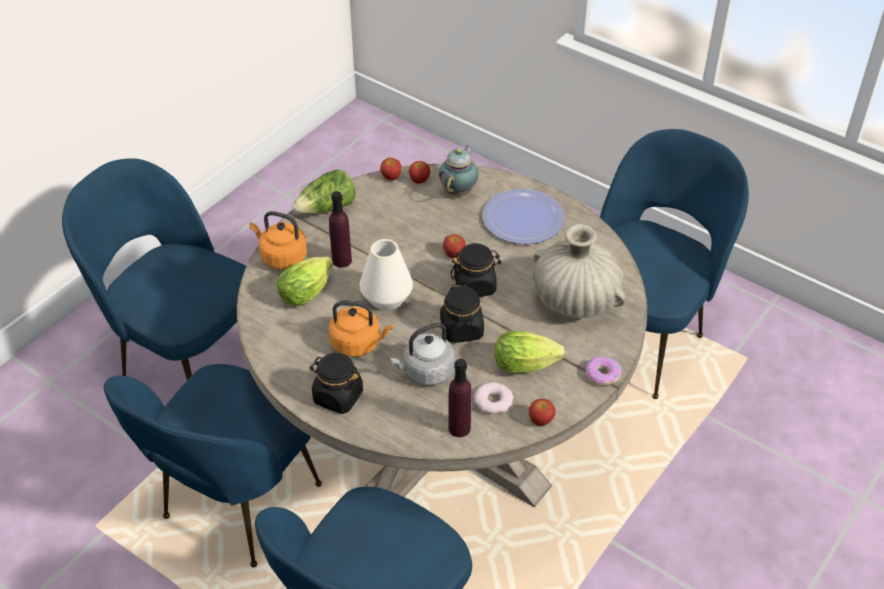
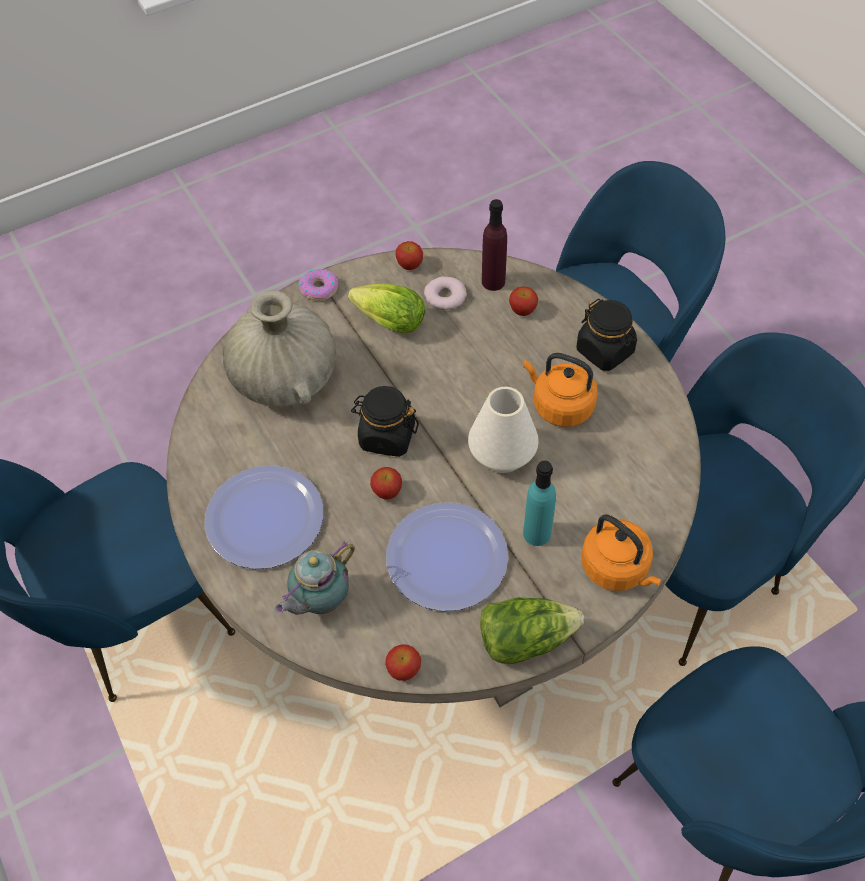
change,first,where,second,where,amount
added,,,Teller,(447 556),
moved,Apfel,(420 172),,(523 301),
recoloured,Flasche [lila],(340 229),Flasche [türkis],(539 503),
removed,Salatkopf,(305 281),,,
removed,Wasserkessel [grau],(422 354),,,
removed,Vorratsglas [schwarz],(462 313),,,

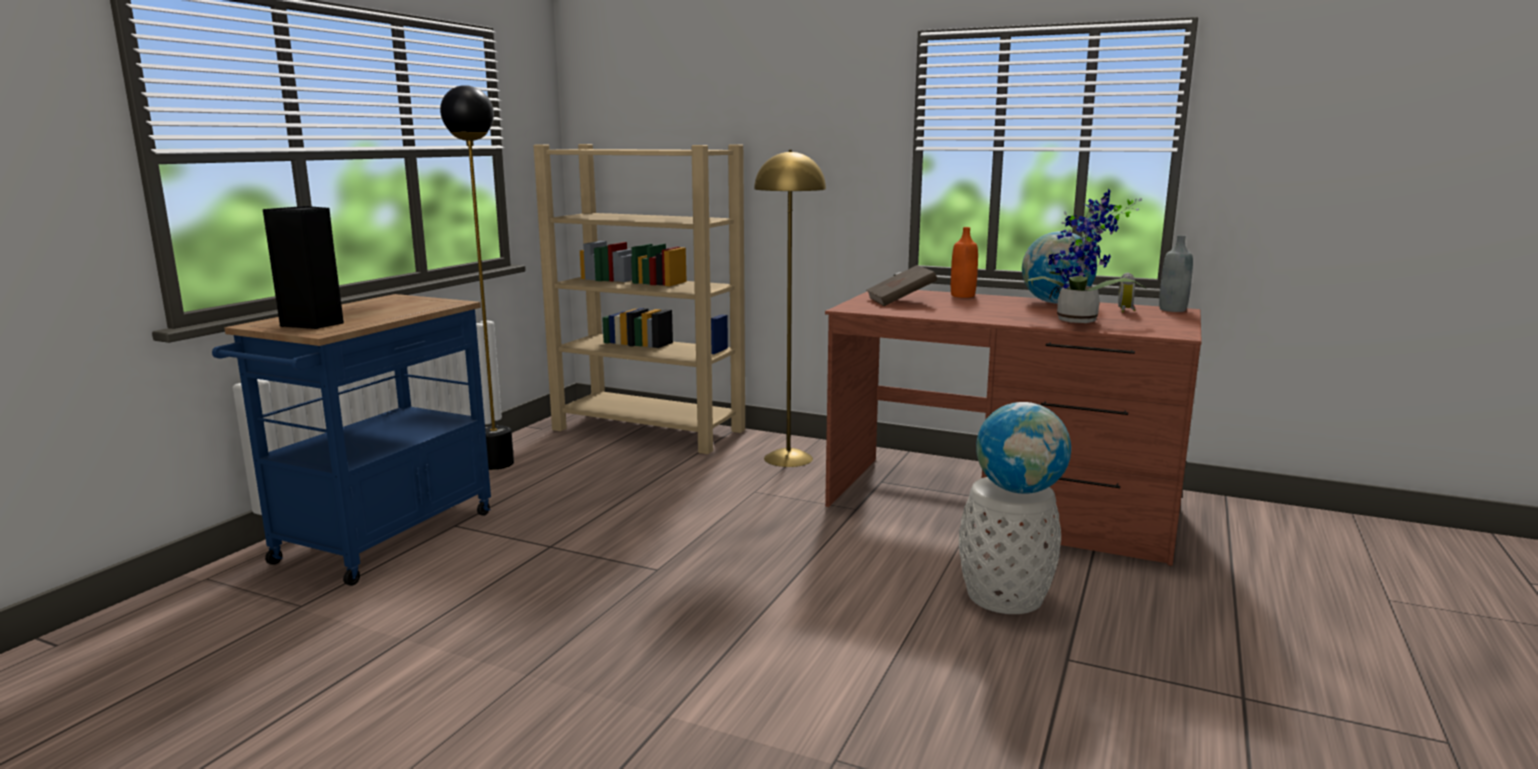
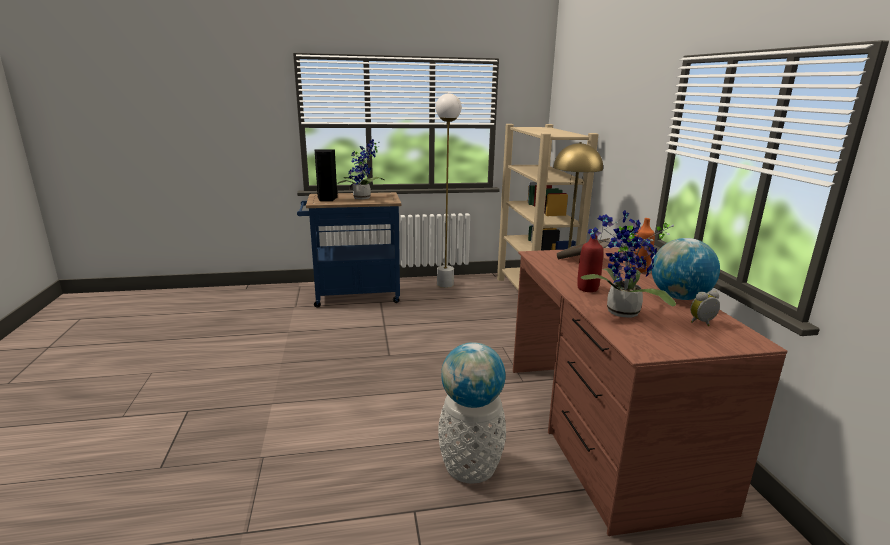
change,first,where,second,where,amount
added,,,Topfpflanze,(360 169),
recoloured,Stehlampe [schwarz],(477 277),Stehlampe [weiß],(449 190),
added,,,Flasche [rot],(590 263),
removed,Flasche [grau],(1176 273),,,

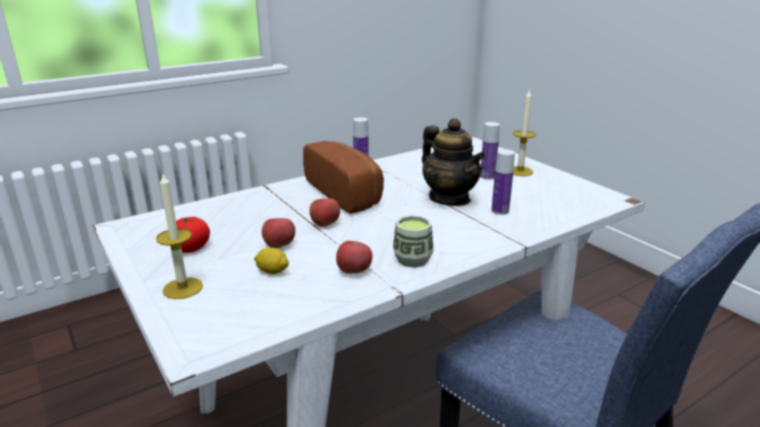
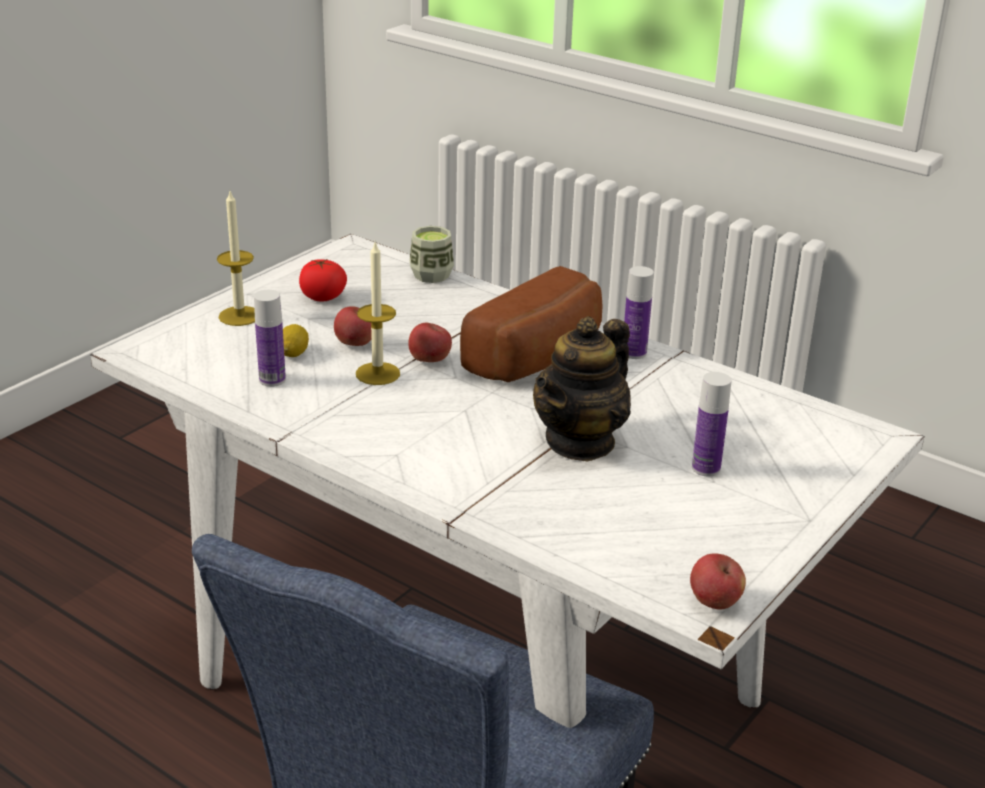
change,first,where,second,where,amount
moved,Flasche,(503 182),,(270 338),
moved,Kerze,(524 132),,(378 313),
moved,Tasse,(413 241),,(432 254),
moved,Apfel,(354 257),,(718 581),

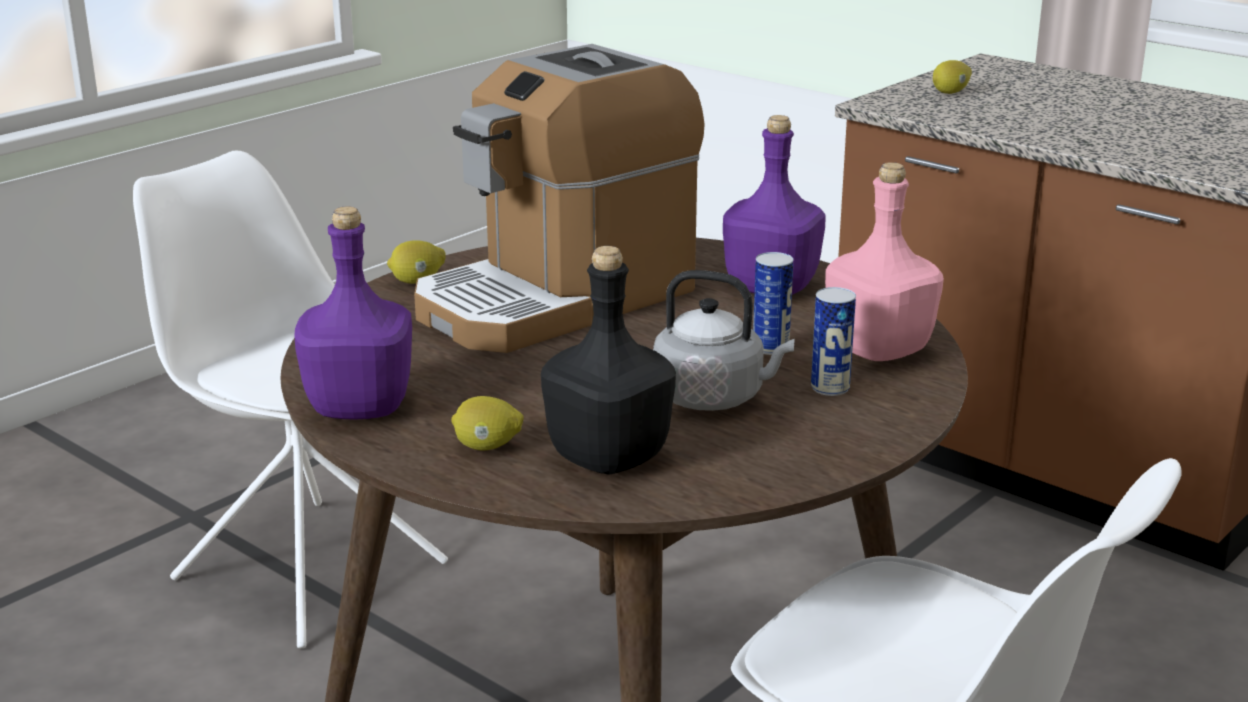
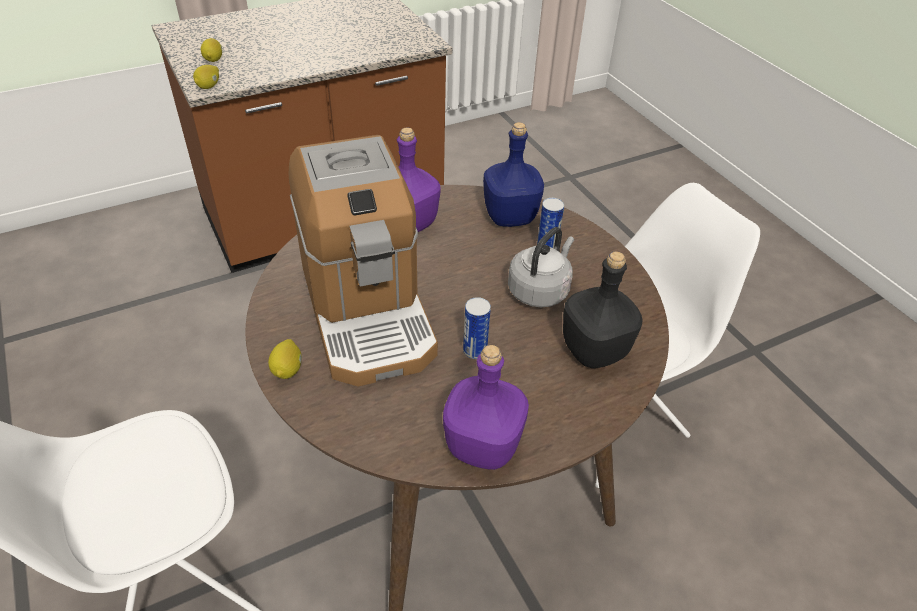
change,first,where,second,where,amount
moved,Zitrone,(487 423),,(206 77),
moved,Dose,(773 303),,(477 328),
recoloured,Flasche [rosa],(884 261),Flasche [blau],(513 174),

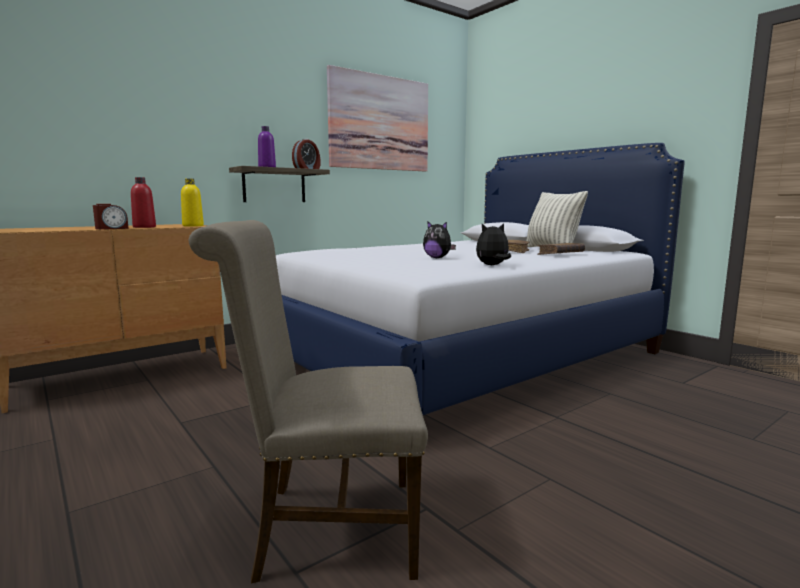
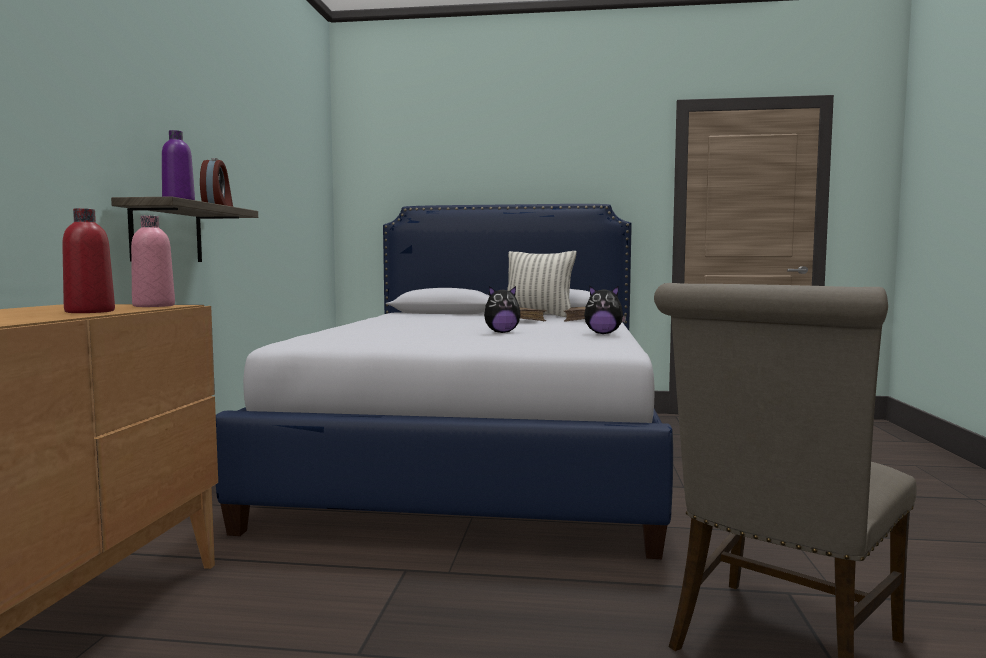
change,first,where,second,where,amount
recoloured,Flasche [gelb],(192 202),Flasche [rosa],(153 261),
turned,Plüschtier,(493 244),,(605 310),105 degrees counterclockwise
removed,Wecker,(111 217),,,
removed,Bild,(377 118),,,

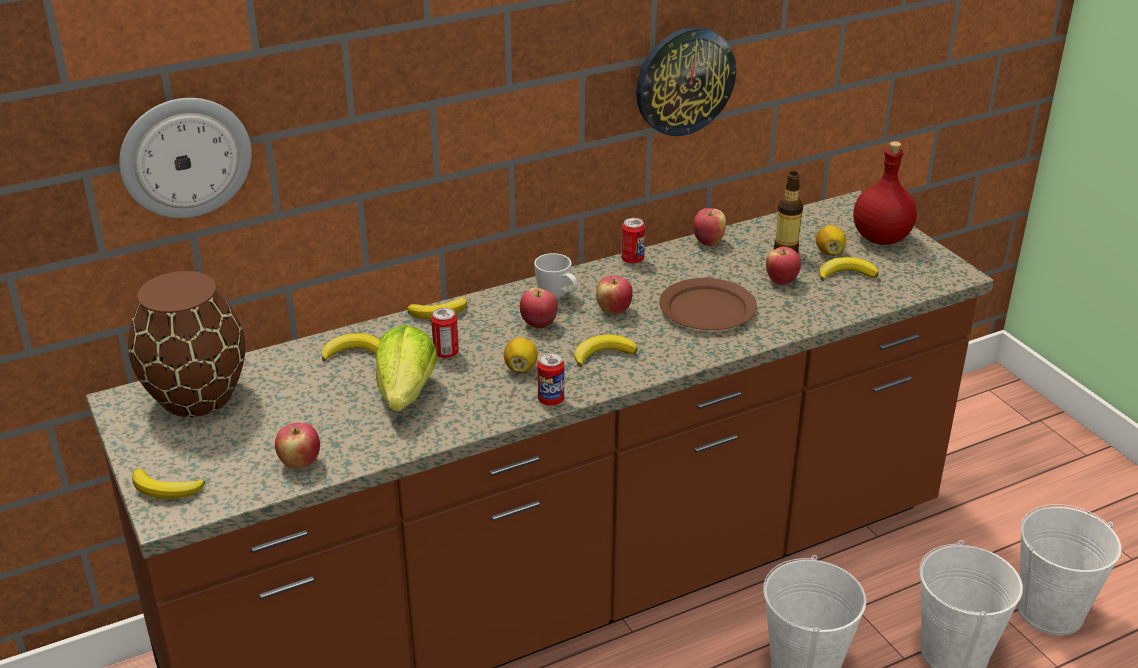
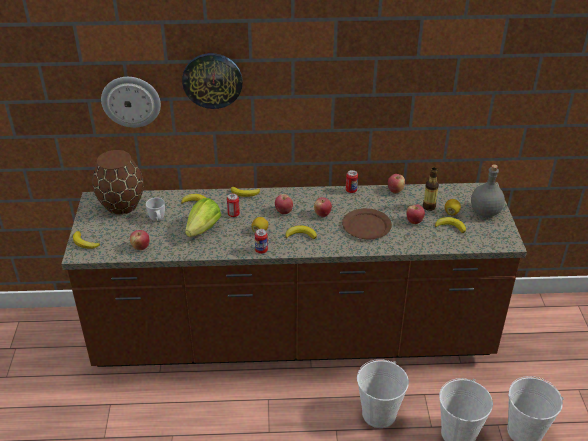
change,first,where,second,where,amount
moved,Henkelbecher [weiß],(556 276),,(155 209),
moved,Wanduhr,(686 81),,(212 81),
recoloured,Flasche [rot],(885 193),Flasche [grau],(488 190),

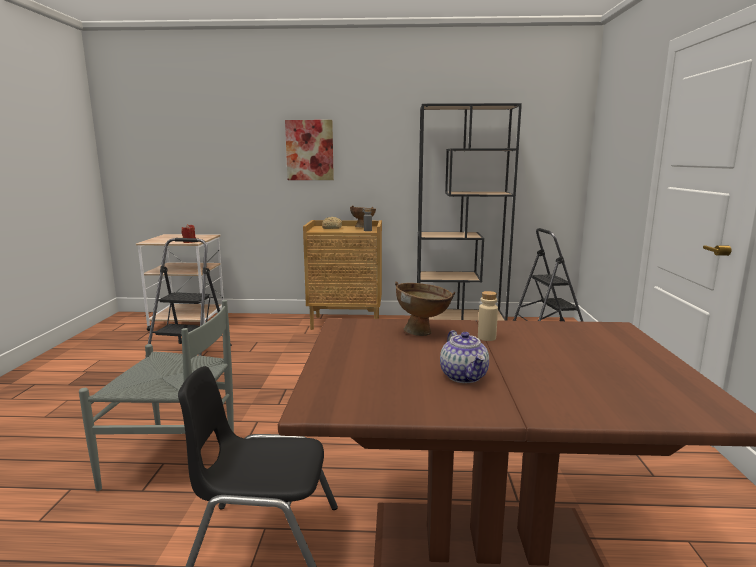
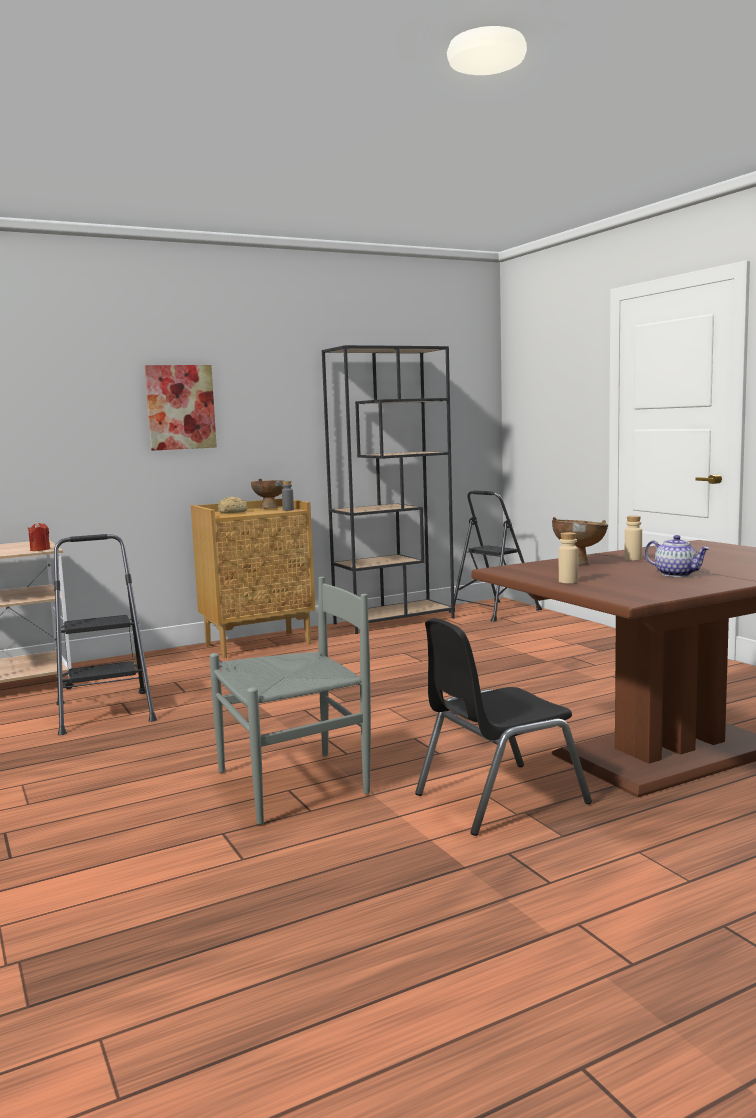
change,first,where,second,where,amount
added,,,Flasche [beige],(568 557),

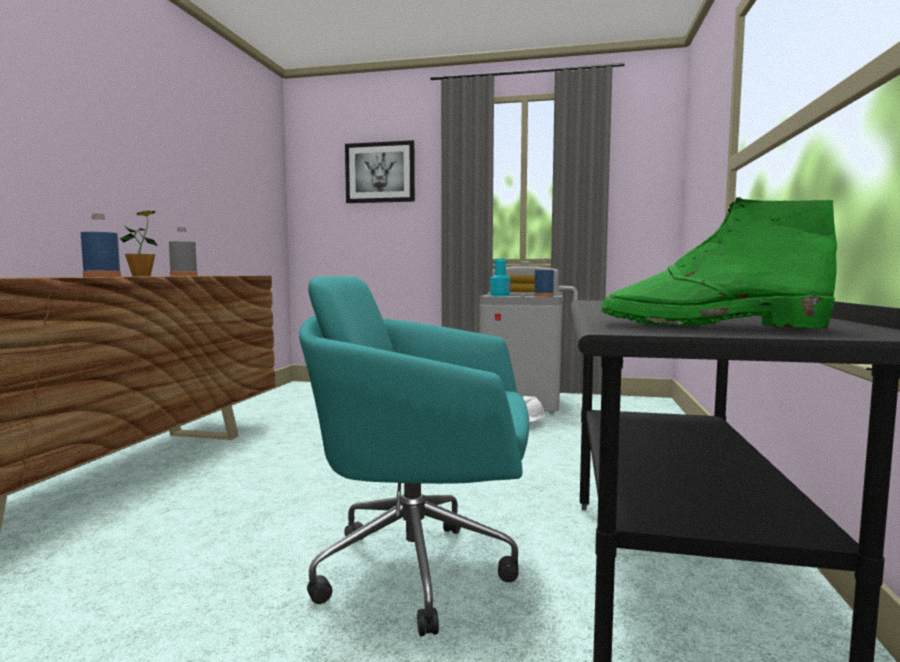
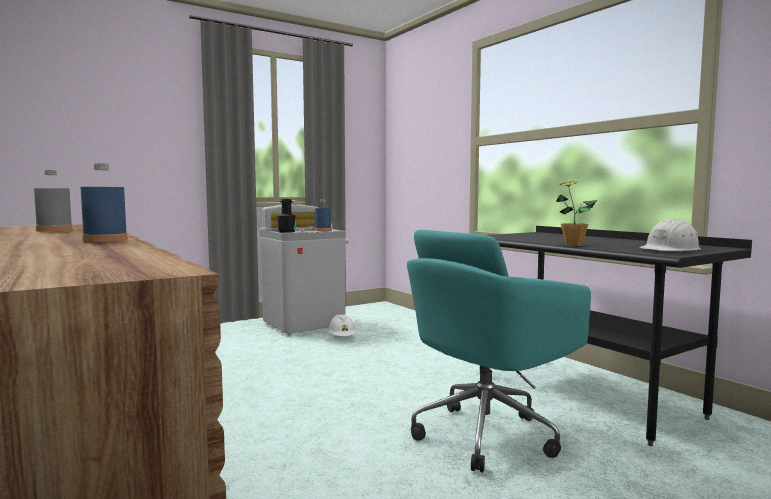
change,first,where,second,where,amount
recoloured,Flasche [türkis],(500 277),Flasche [schwarz],(287 216),
moved,Topfpflanze,(139 243),,(576 213),
replaced,Stiefel [grün],(719 263),Schutzhelm [weiß],(670 235),
removed,Bild,(380 171),,,

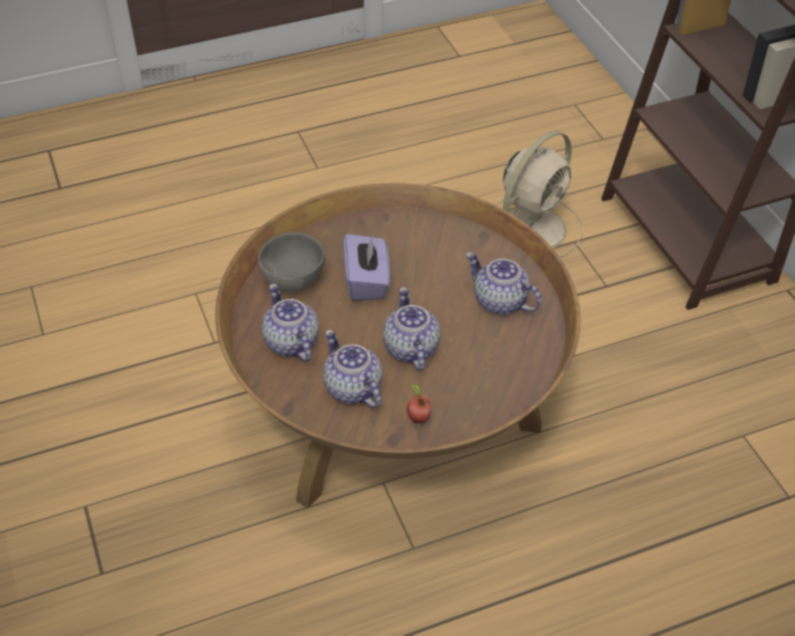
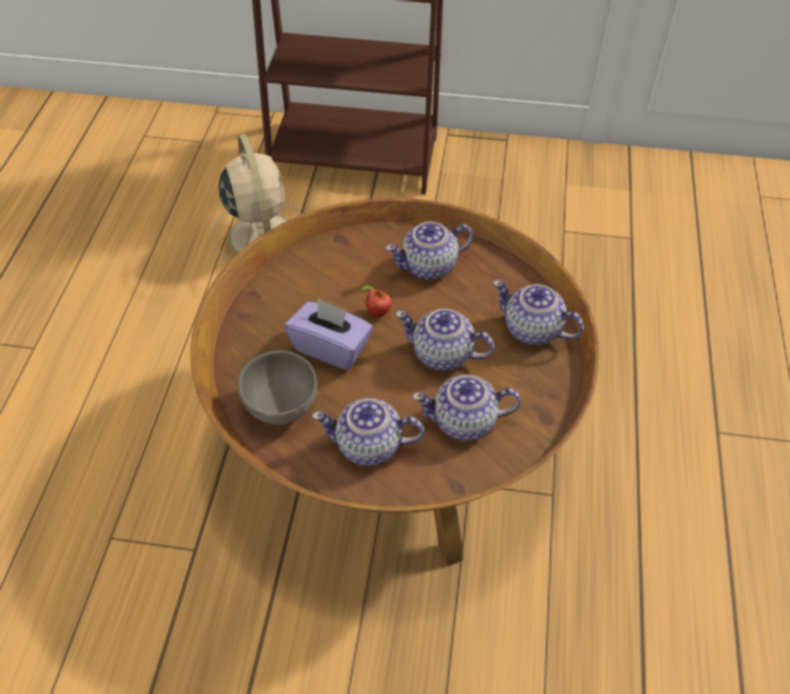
change,first,where,second,where,amount
moved,Apfel,(419 403),,(376 301),
added,,,Teekanne,(538 312),

